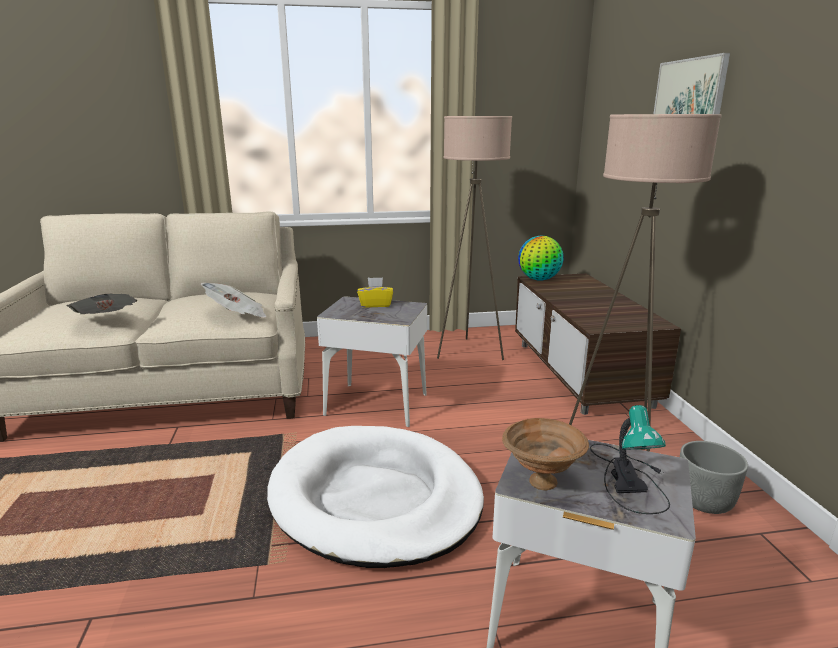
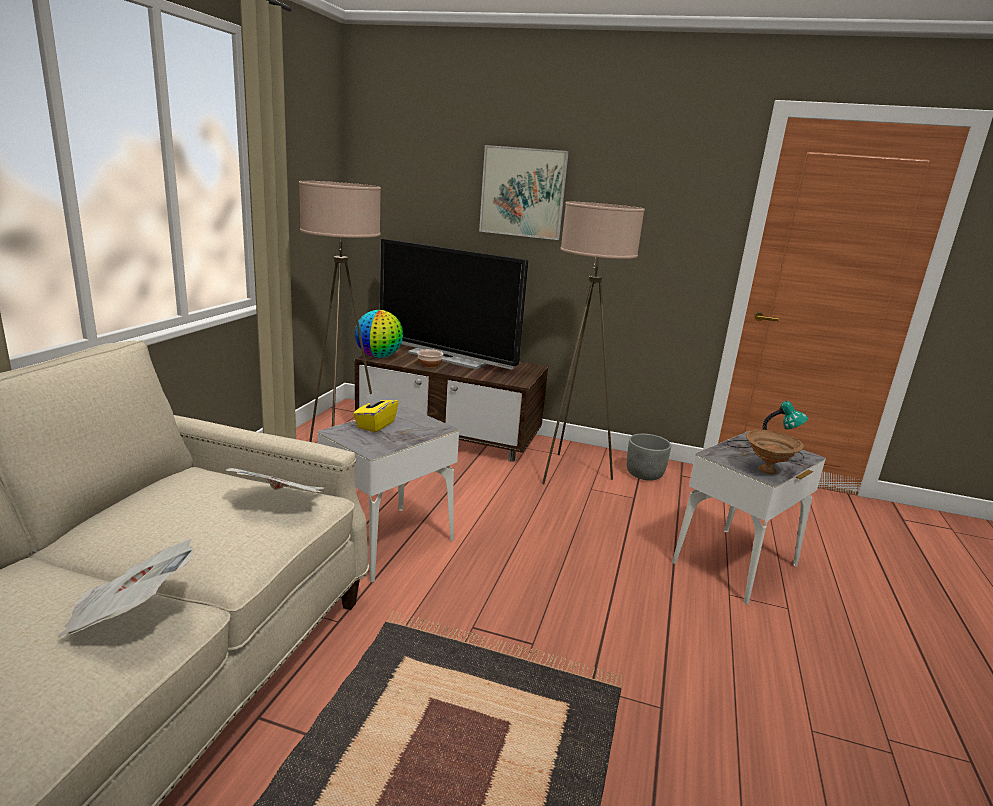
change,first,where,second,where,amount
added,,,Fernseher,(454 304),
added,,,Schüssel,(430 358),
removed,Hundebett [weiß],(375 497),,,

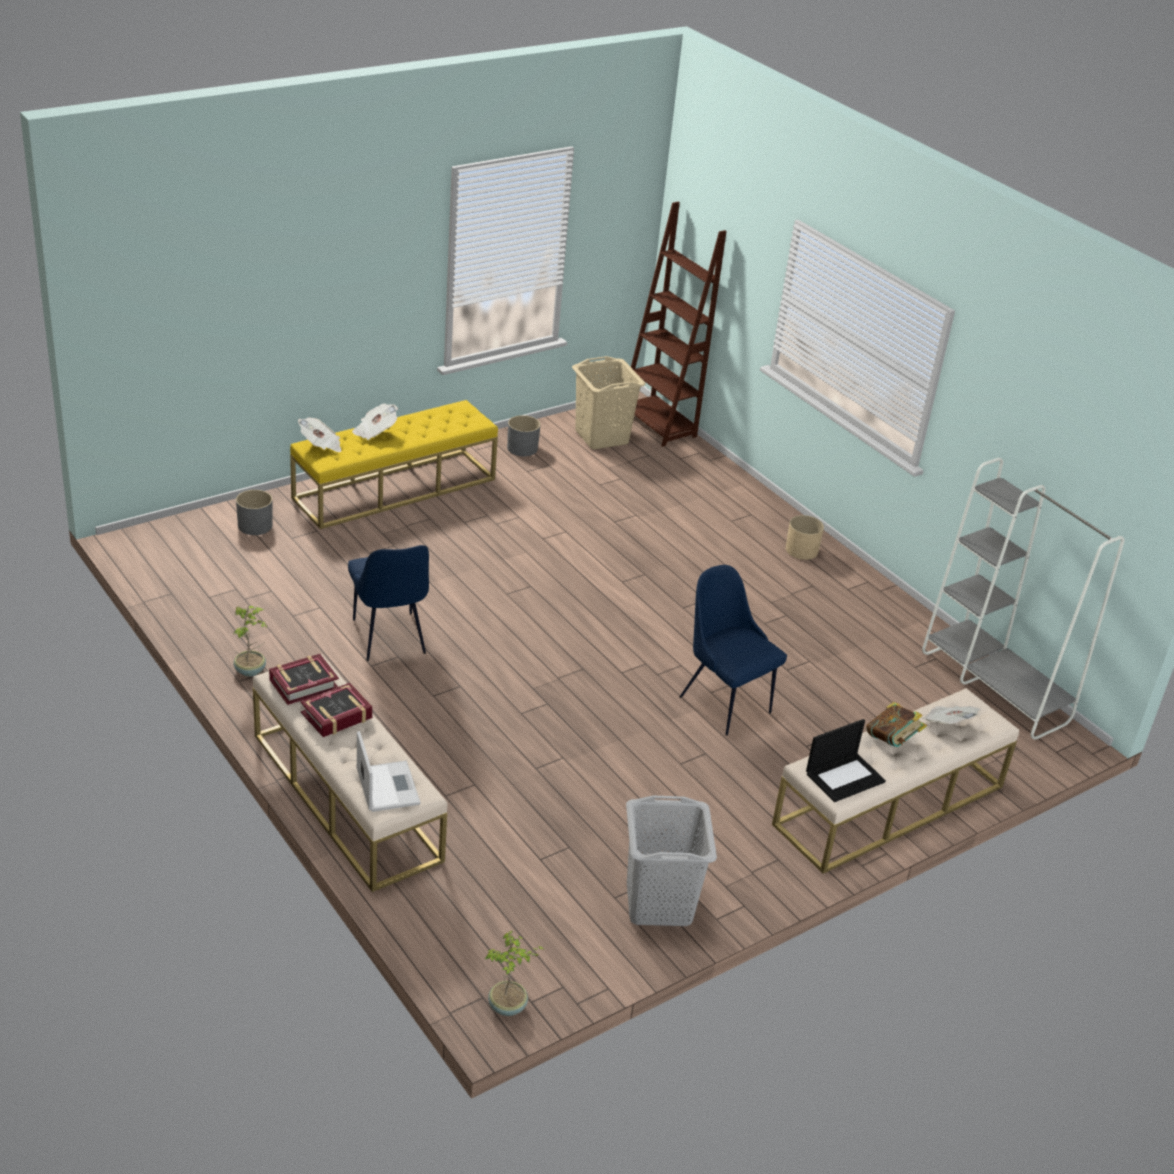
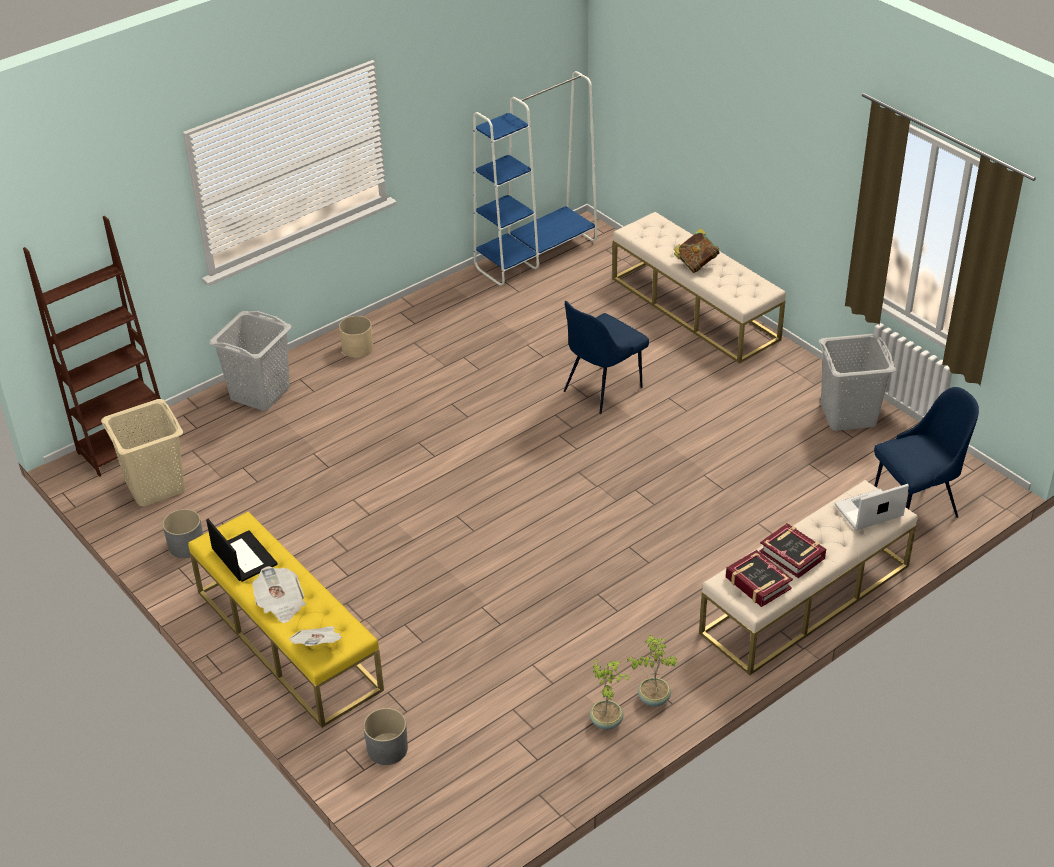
change,first,where,second,where,amount
moved,Laptop,(846 760),,(242 550),
added,,,Wäschekorb [grau],(250 361),
recoloured,Kleiderständer [grau],(1023 599),Kleiderständer [blau],(535 178),
moved,Topfpflanze,(515 973),,(610 695),
moved,Stuhl [blau],(388 603),,(926 452),
removed,Zeitung,(951 715),,,

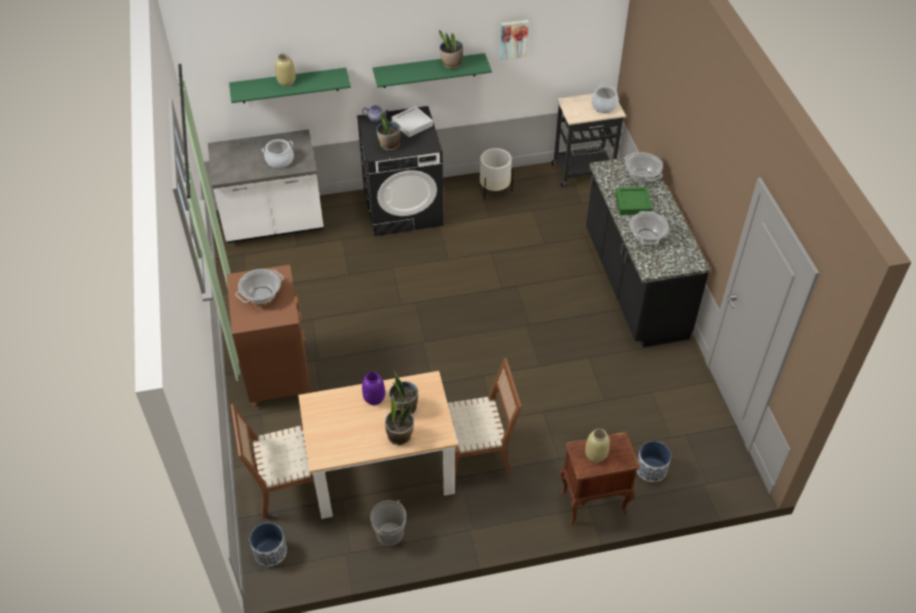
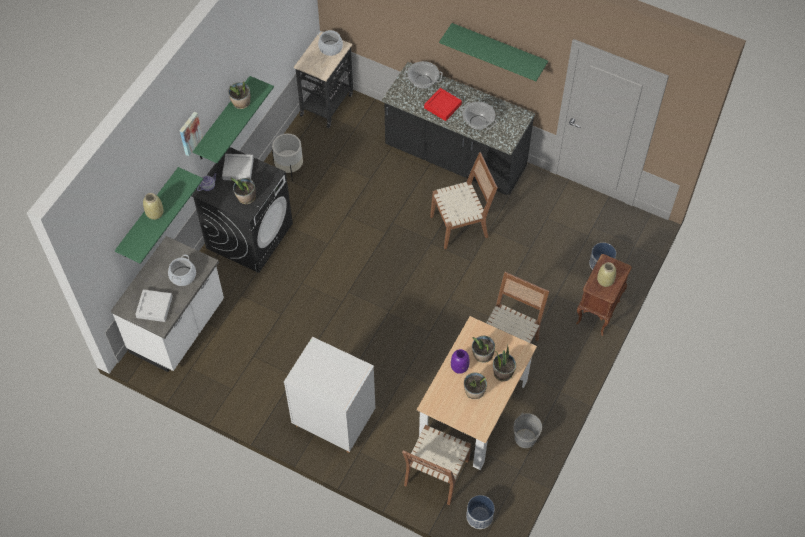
change,first,where,second,where,amount
added,,,Tablett [grau],(154 305),
moved,Bild,(514 40),,(191 134),
recoloured,Kommode [braun],(268 336),Kommode [weiß],(329 395),
recoloured,Tablett [grün],(634 201),Tablett [rot],(443 104),
added,,,Stuhl,(464 200),
added,,,Wandregal [grün],(493 52),
added,,,Topfpflanze,(475 386),
removed,Kochtopf,(260 286),,,

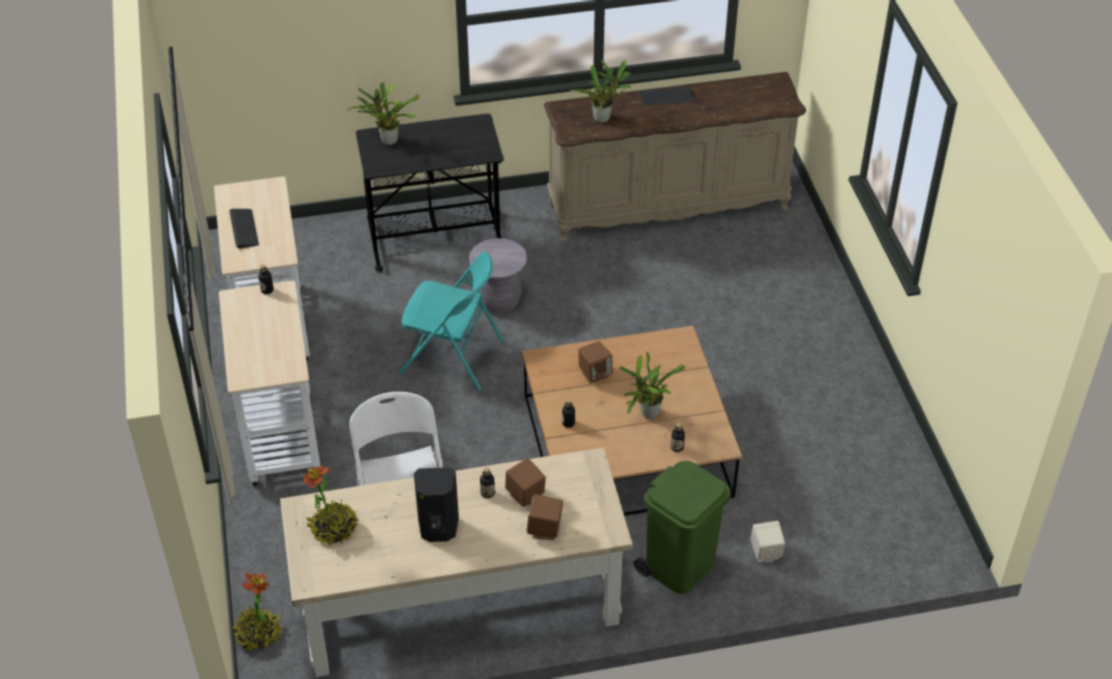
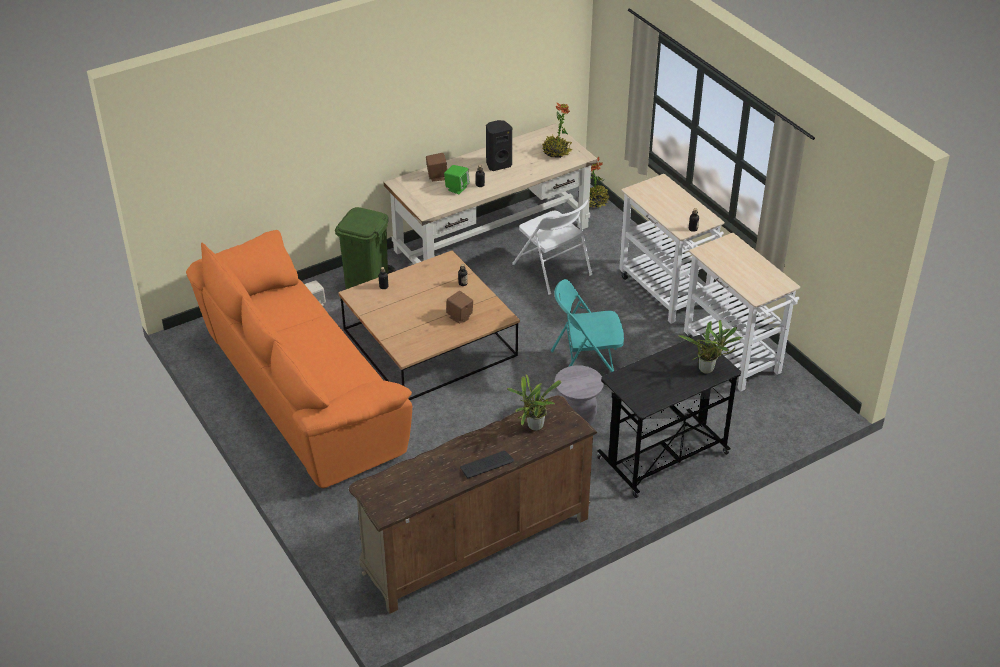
change,first,where,second,where,amount
added,,,Sofa [orange],(299 359),
recoloured,Lautsprecher [braun],(525 482),Lautsprecher [grün],(457 179),
removed,Tastatur,(244 228),,,
removed,Topfpflanze,(652 385),,,

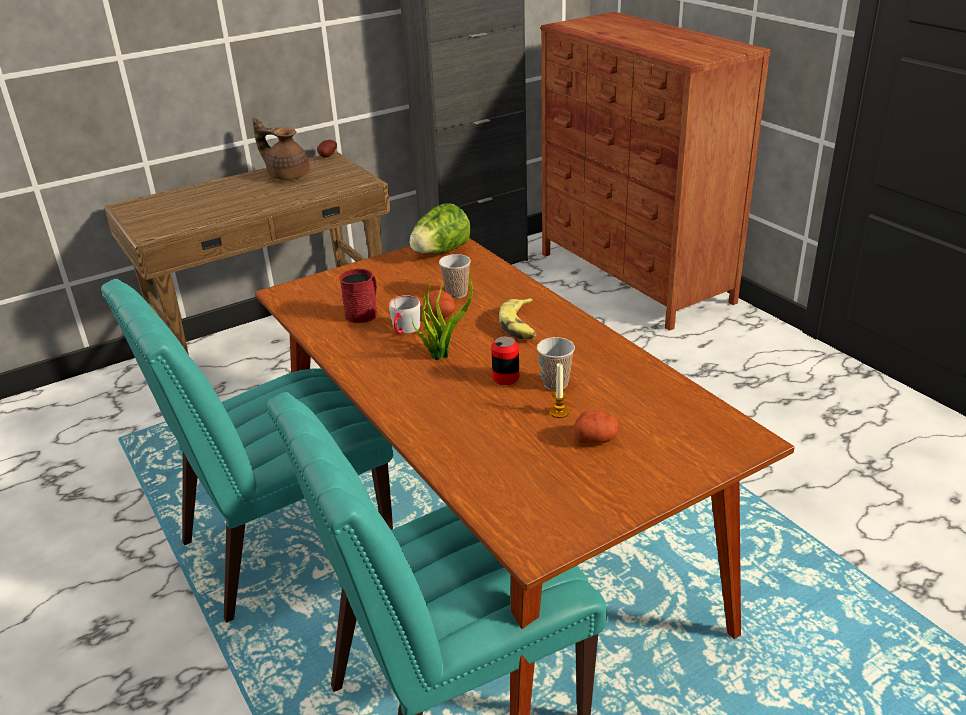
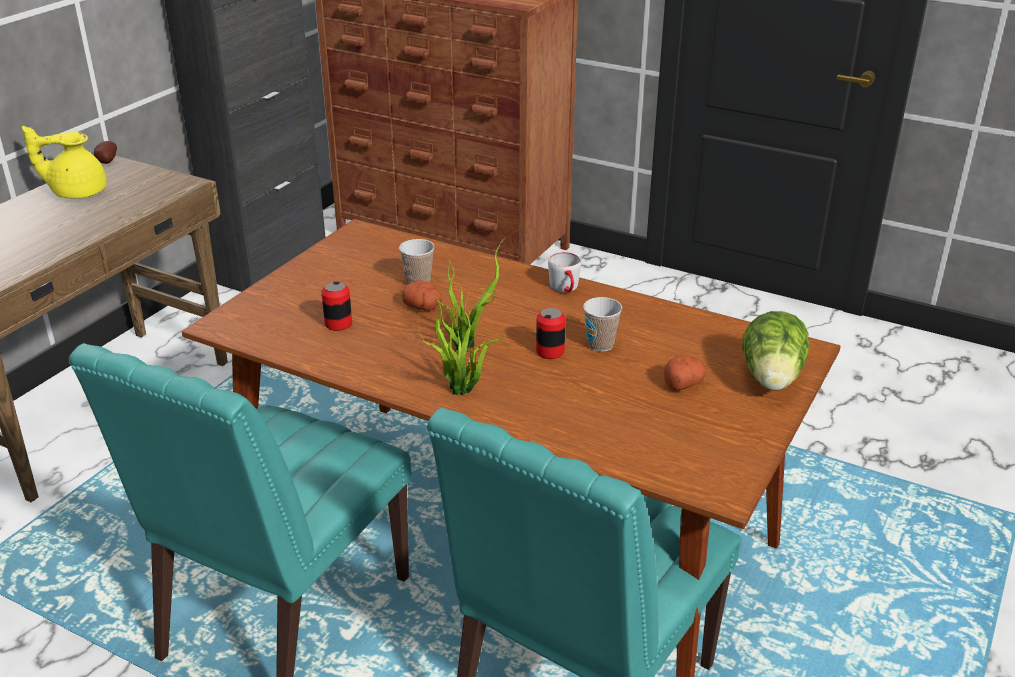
change,first,where,second,where,amount
recoloured,Teekanne [braun],(281 148),Teekanne [gelb],(64 162),
replaced,Henkelbecher [rot],(358 295),Dose,(336 306),
added,,,Topfpflanze,(461 344),
moved,Henkelbecher [grau],(405 314),,(564 272),
moved,Salatkopf,(440 228),,(775 351),
removed,Banane,(517 319),,,
removed,Kerze,(559 390),,,

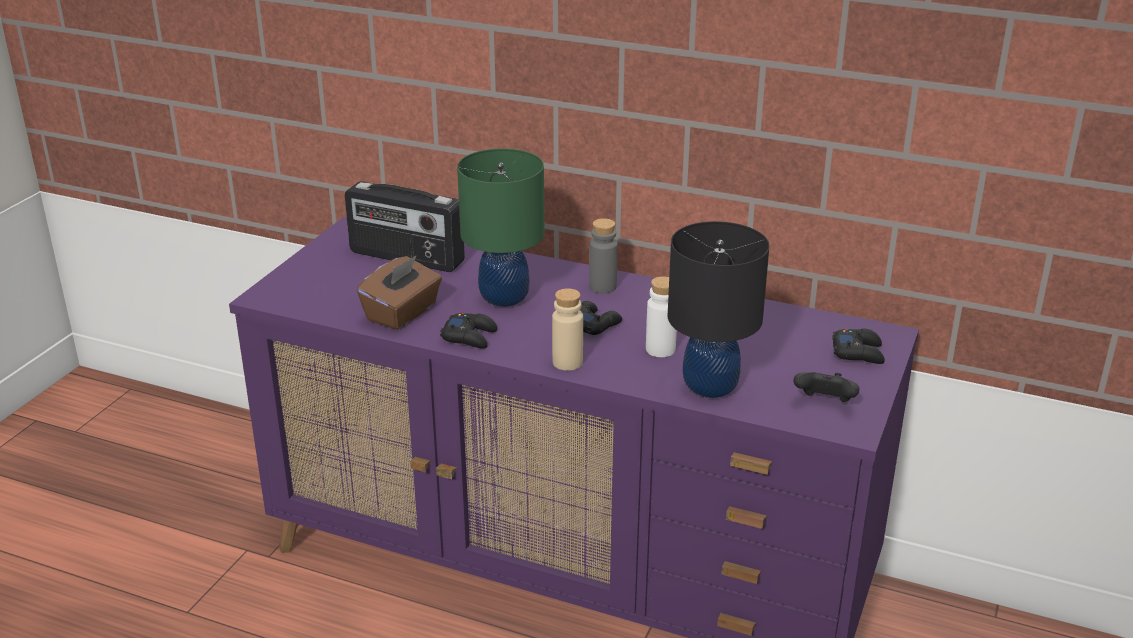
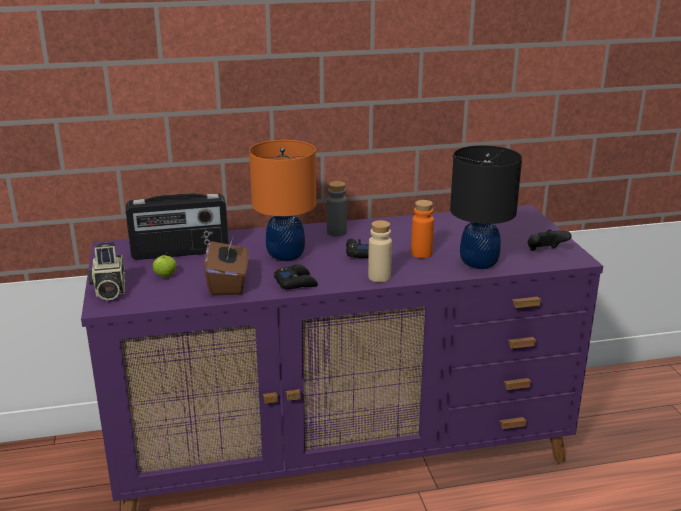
change,first,where,second,where,amount
added,,,Kamera,(106 271),
added,,,Apfel,(165 264),
recoloured,Tischlampe [grün],(501 227),Tischlampe [orange],(282 200),
recoloured,Flasche [weiß],(661 316),Flasche [orange],(422 229),
removed,Gamepad [schwarz],(858 346),,,

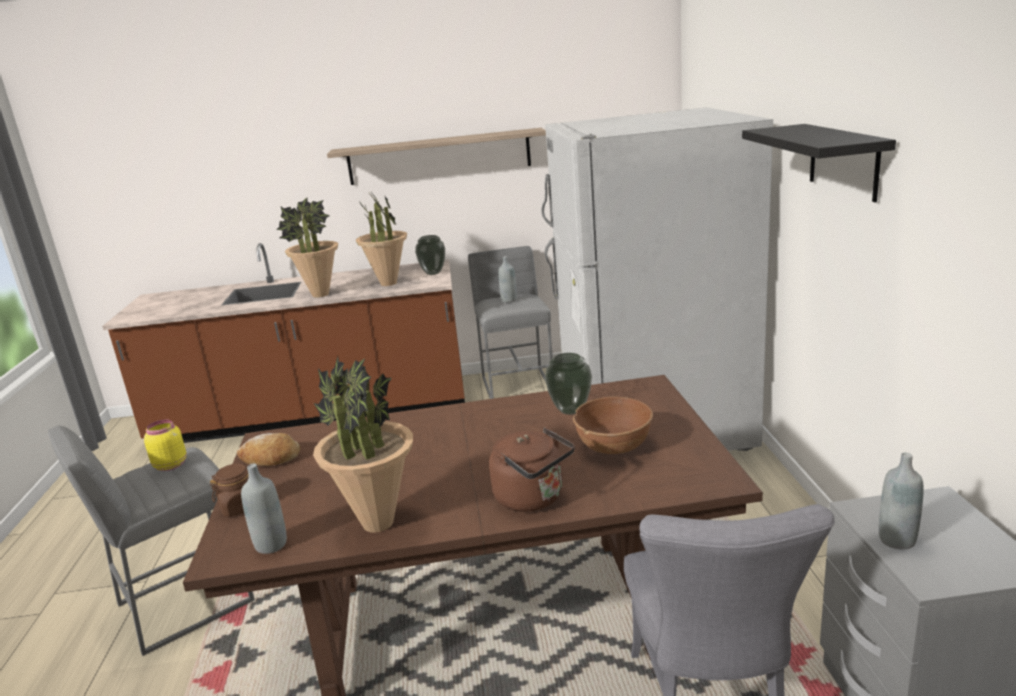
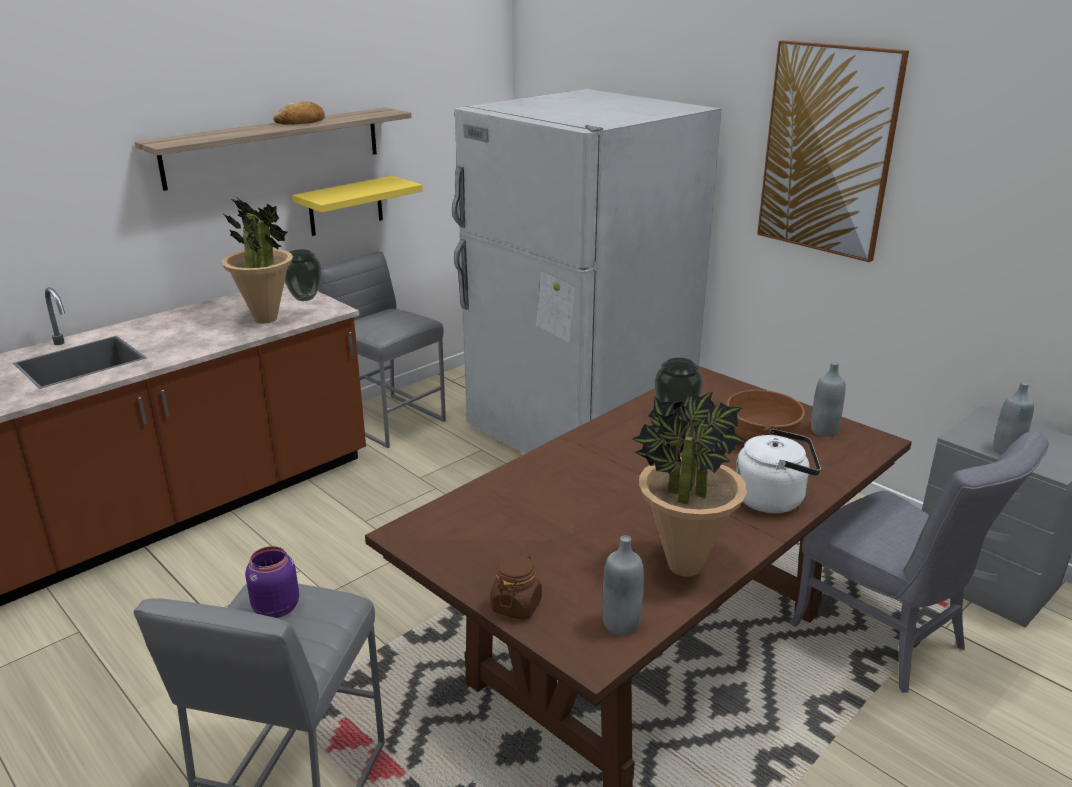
change,first,where,second,where,amount
recoloured,Vorratsglas [gelb],(165 445),Vorratsglas [lila],(272 582),
moved,Brot,(268 449),,(299 113),
added,,,Wandregal [gelb],(357 206),
recoloured,Wasserkessel [braun],(532 470),Wasserkessel [weiß],(778 471),
replaced,Wandregal [schwarz],(819 163),Bild,(833 151),
moved,Flasche [grau],(507 279),,(828 399),
removed,Topfpflanze,(307 248),,,

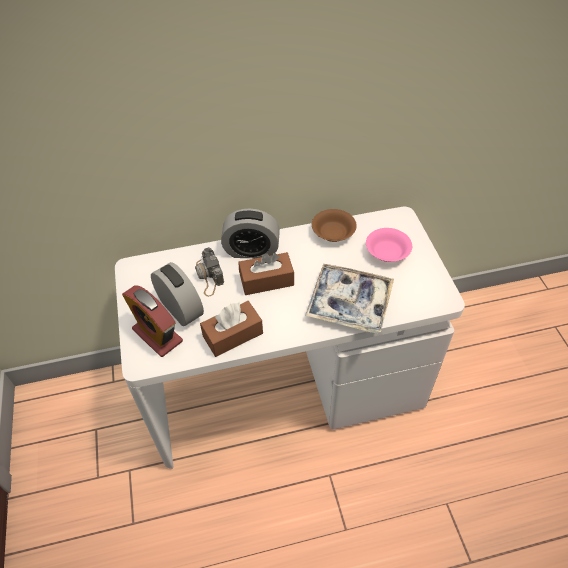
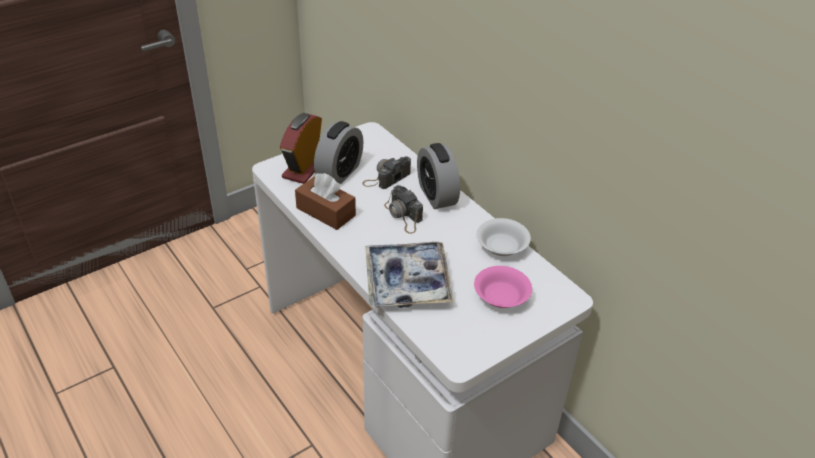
change,first,where,second,where,amount
replaced,Taschentuchbox [braun],(266 273),Kamera,(403 209),
recoloured,Schüssel [braun],(334 225),Schüssel [weiß],(503 237),

